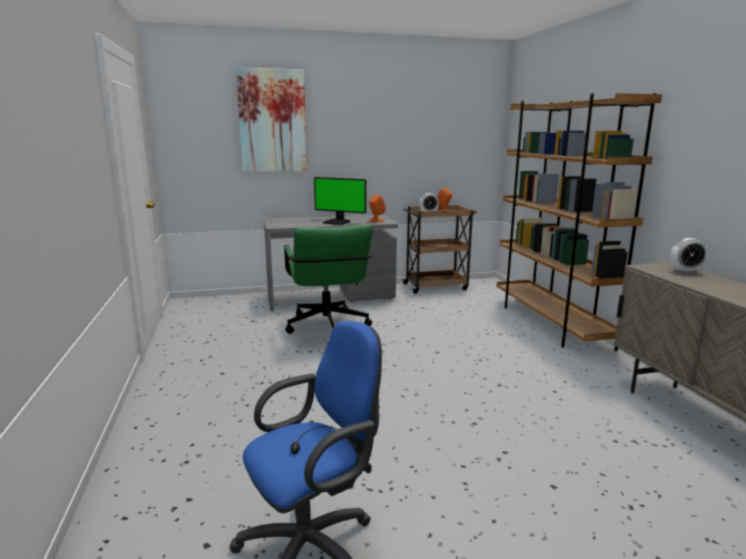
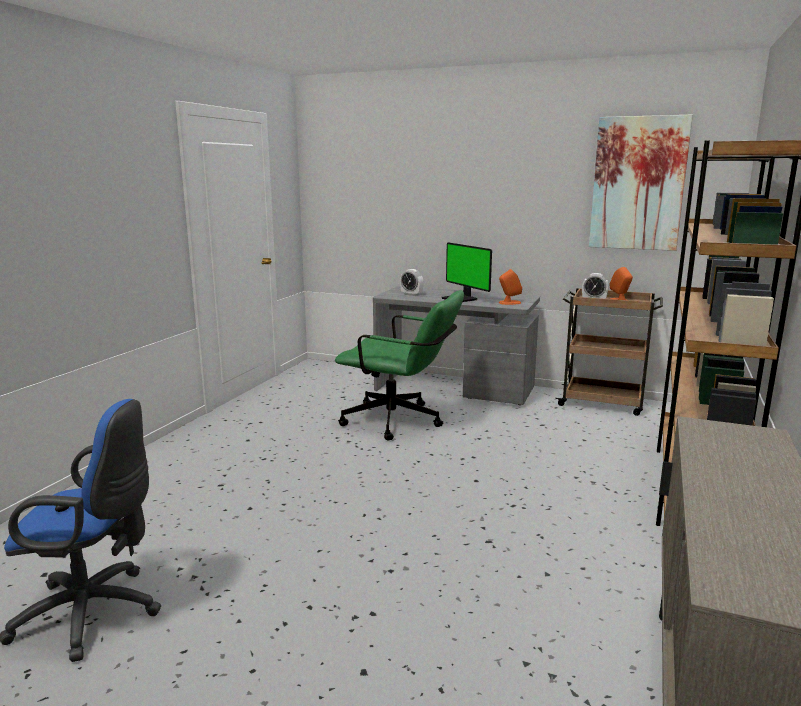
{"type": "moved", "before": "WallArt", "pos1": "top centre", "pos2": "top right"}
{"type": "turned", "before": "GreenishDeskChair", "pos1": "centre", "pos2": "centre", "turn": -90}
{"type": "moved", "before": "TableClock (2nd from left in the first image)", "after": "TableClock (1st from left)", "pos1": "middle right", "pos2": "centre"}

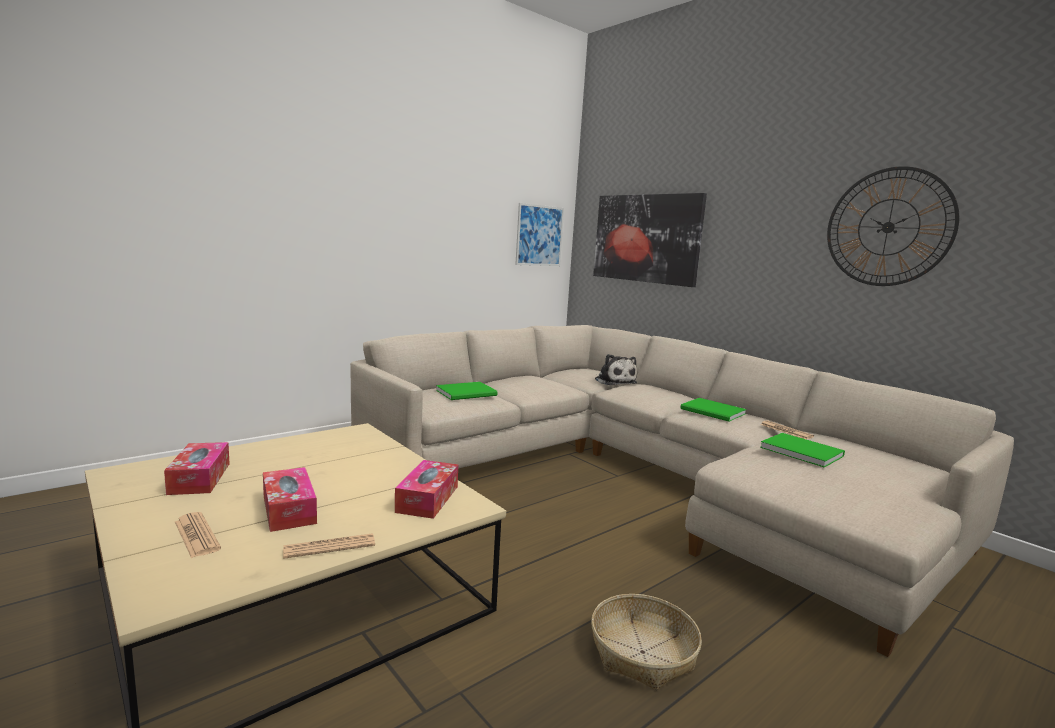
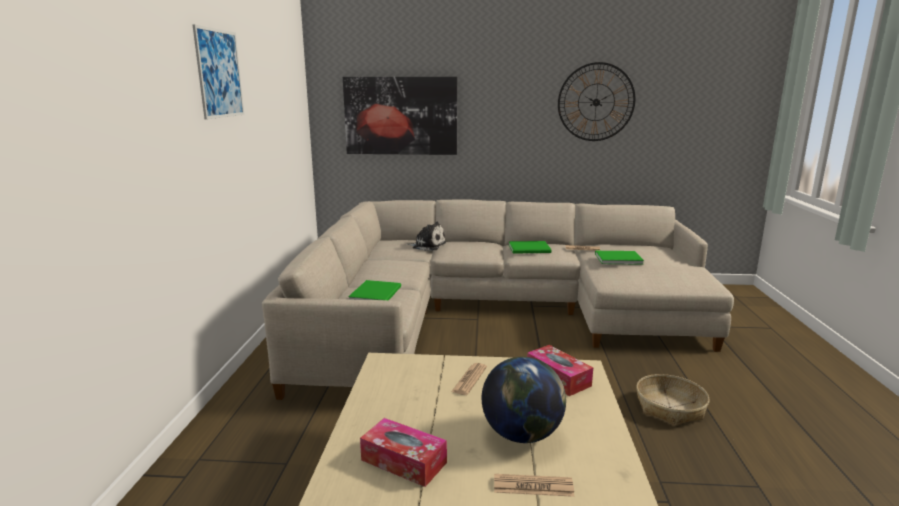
{"type": "replaced", "before": "TissueBox (2nd from left)", "after": "Globe", "pos1": "bottom left", "pos2": "bottom centre"}
{"type": "moved", "before": "Newspaper (2nd from left in the first image)", "after": "Newspaper (1st from left)", "pos1": "bottom left", "pos2": "bottom centre"}
{"type": "moved", "before": "WallArt (1st from left)", "pos1": "top centre", "pos2": "top left"}

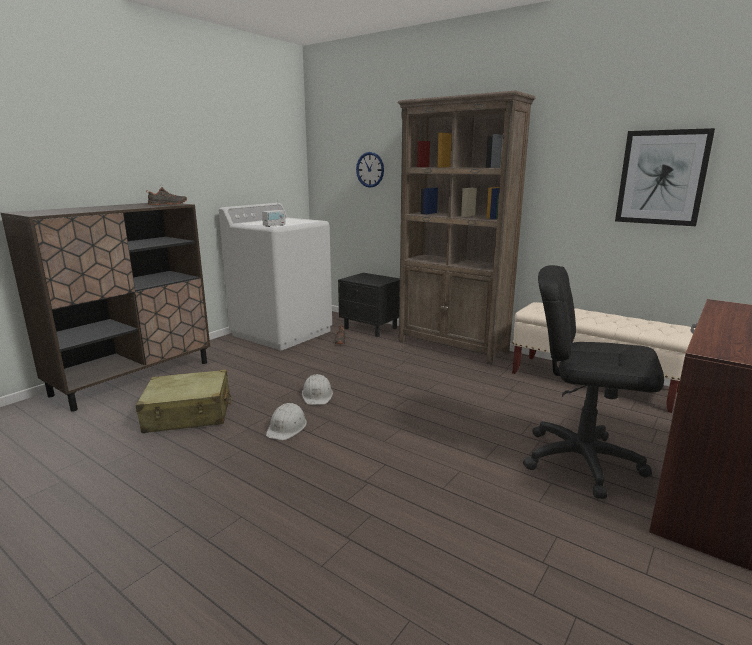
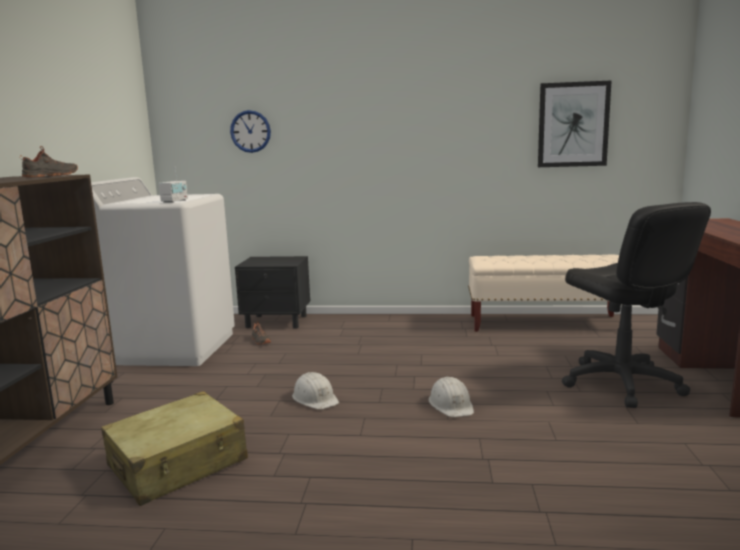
{"type": "moved", "before": "WhiteHardHat (1st from left in the first image)", "after": "WhiteHardHat (2nd from left)", "pos1": "centre", "pos2": "bottom centre"}
{"type": "removed", "before": "BrownShelvingUnit", "pos1": "centre"}
{"type": "turned", "before": "BlackColouredDeskChair", "pos1": "middle right", "pos2": "middle right", "turn": -105}

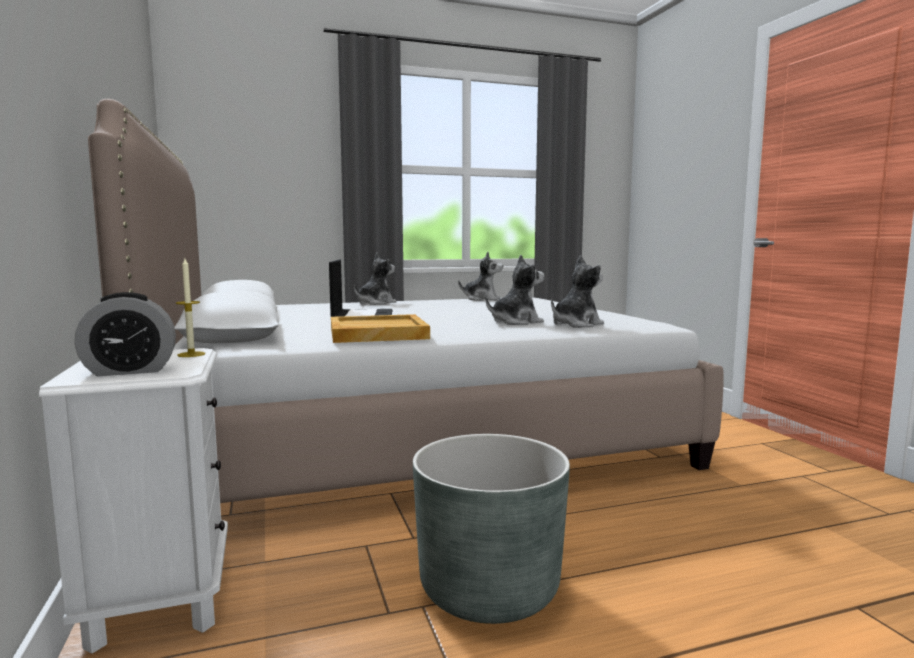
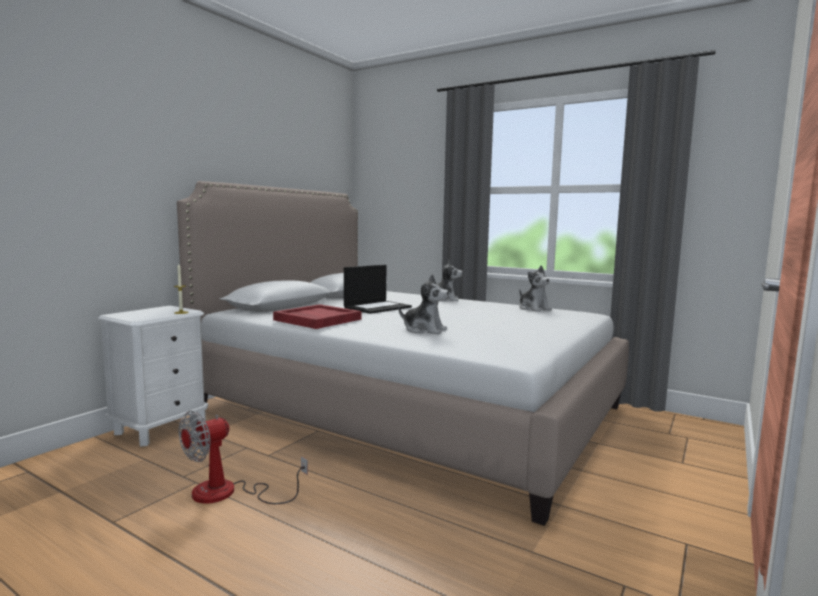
{"type": "removed", "before": "TableClock", "pos1": "middle left"}
{"type": "recoloured", "before": "SandColouredCarryingTray", "after": "RedColouredCarryingTray", "pos1": "centre", "pos2": "centre"}
{"type": "replaced", "before": "GreyPlanter", "after": "ElectricFan", "pos1": "bottom centre", "pos2": "bottom left"}
{"type": "removed", "before": "PlushToy (4th from left)", "pos1": "centre"}

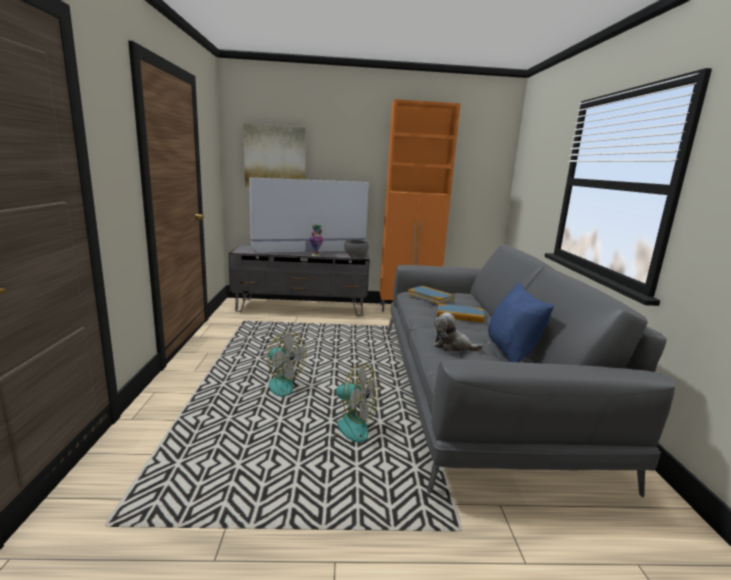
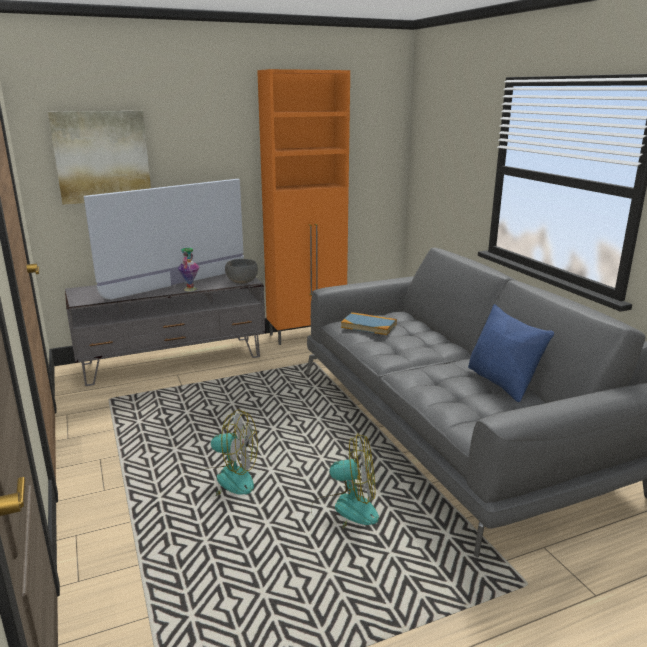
{"type": "removed", "before": "PlushToy", "pos1": "centre"}
{"type": "removed", "before": "Volume (2nd from left)", "pos1": "centre"}

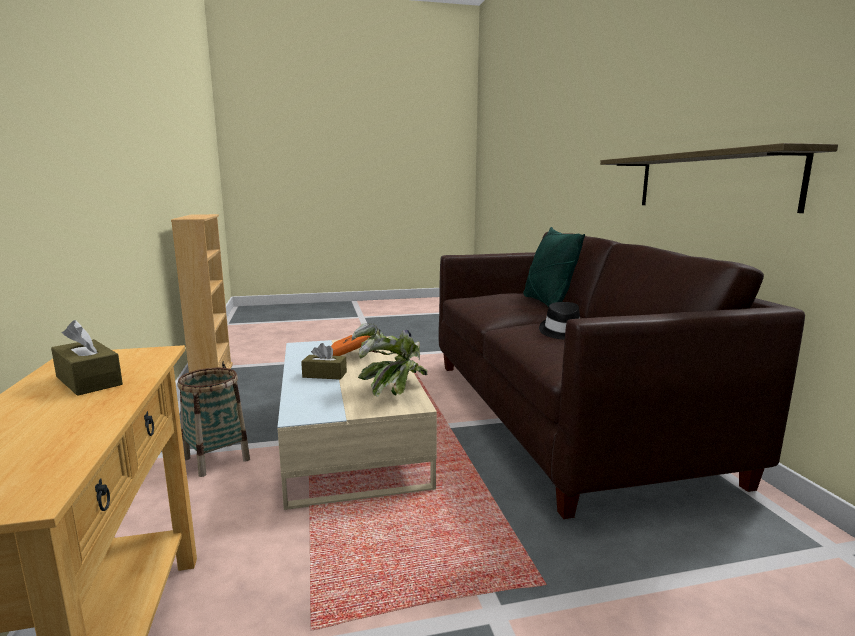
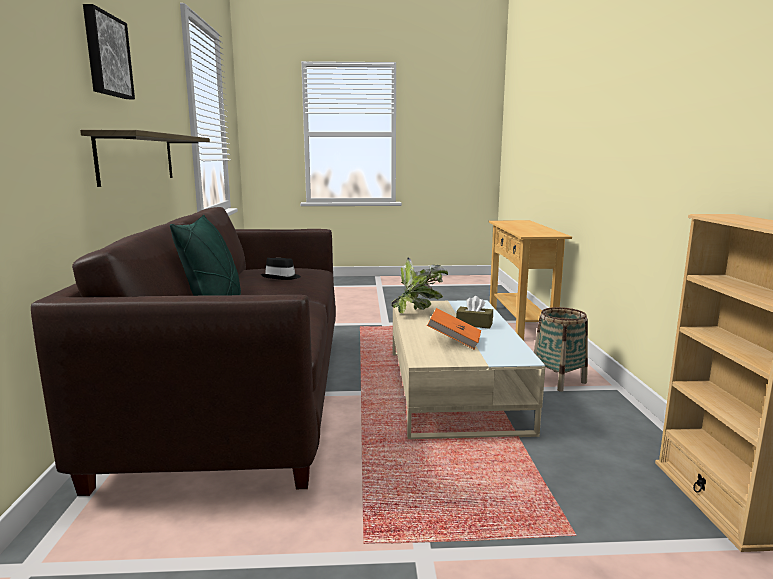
{"type": "removed", "before": "BrownTissueBox (1st from left)", "pos1": "middle left"}
{"type": "added", "after": "WallArt", "pos2": "top left"}

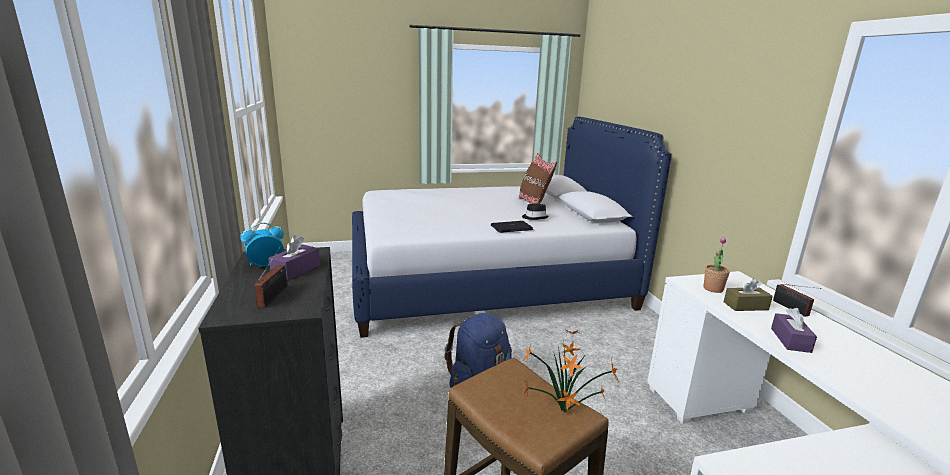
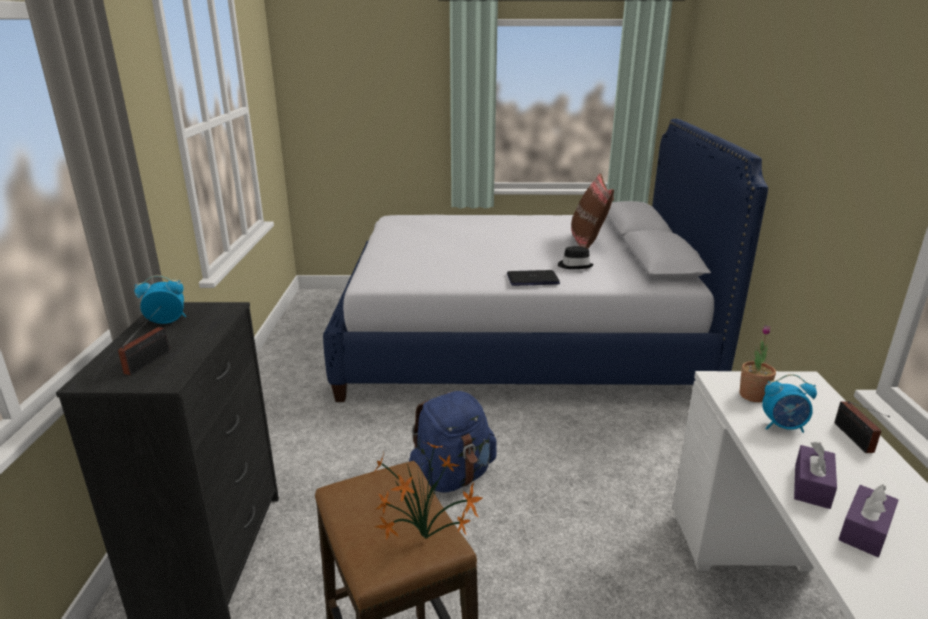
{"type": "moved", "before": "PurpleColouredTissueBox (1st from left in the first image)", "after": "PurpleColouredTissueBox (2nd from left)", "pos1": "middle left", "pos2": "bottom right"}
{"type": "replaced", "before": "BrownTissueBox", "after": "TableClock (2nd from left)", "pos1": "middle right", "pos2": "middle right"}

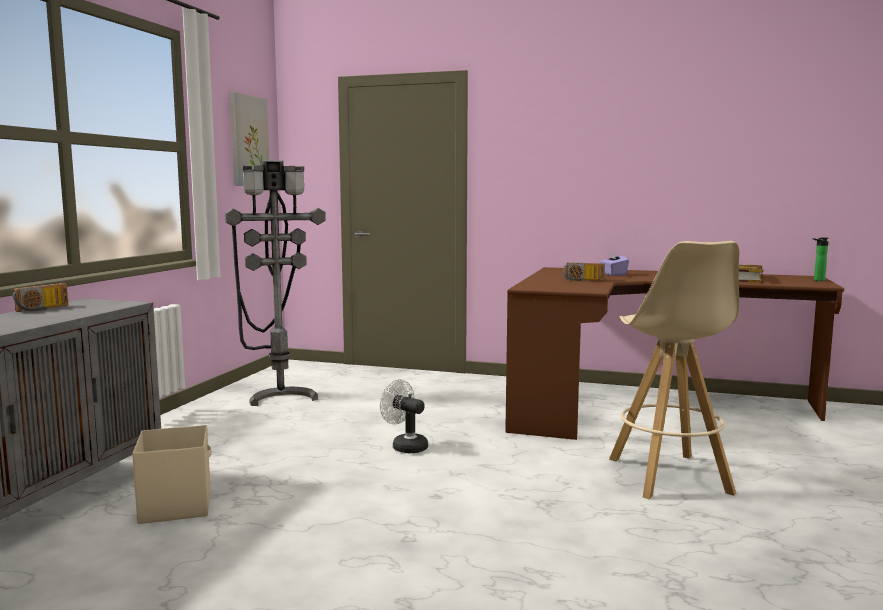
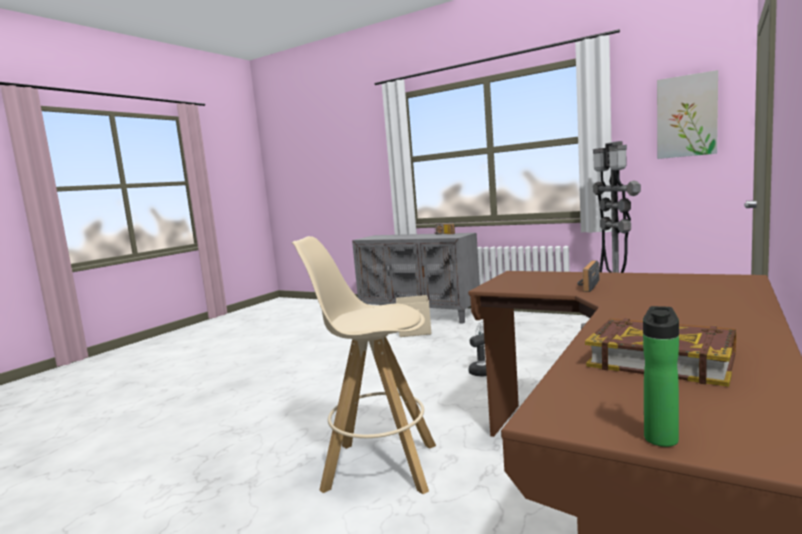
{"type": "removed", "before": "PurpleColouredTissueBox", "pos1": "middle right"}

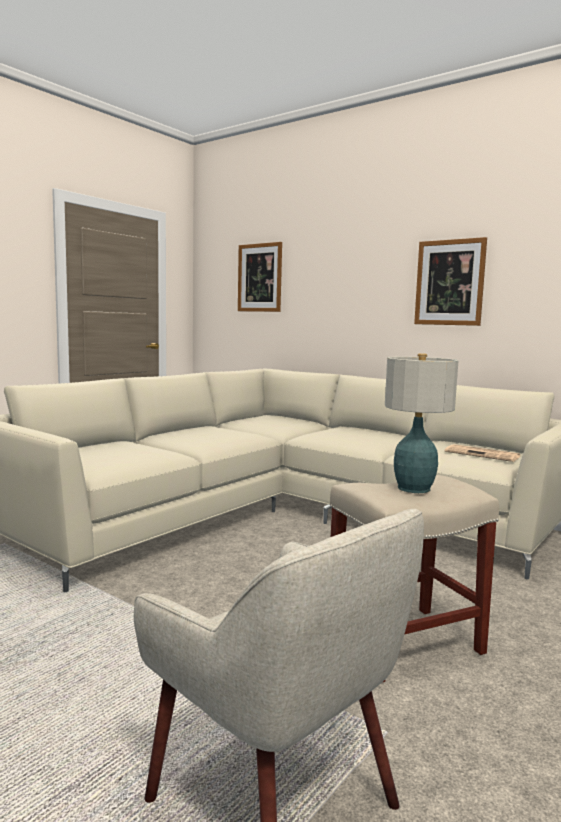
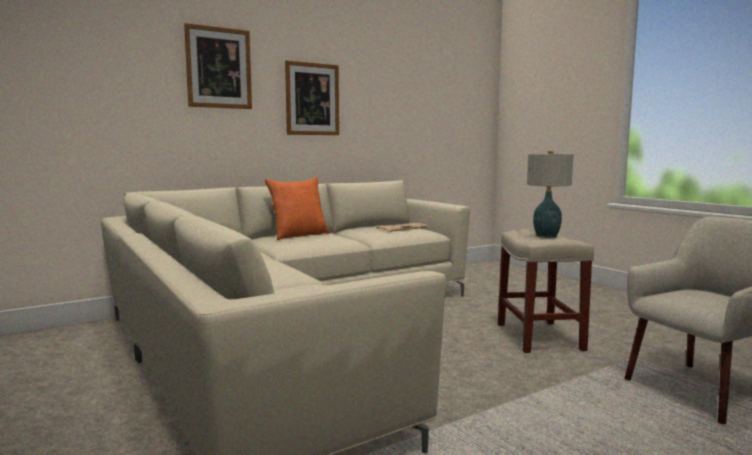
{"type": "moved", "before": "WallArt (1st from left)", "pos1": "centre", "pos2": "top left"}
{"type": "added", "after": "OrangeColouredPillow", "pos2": "centre"}

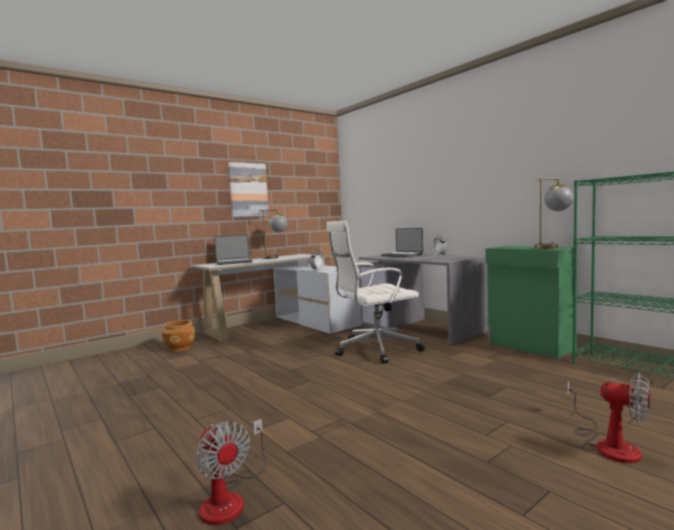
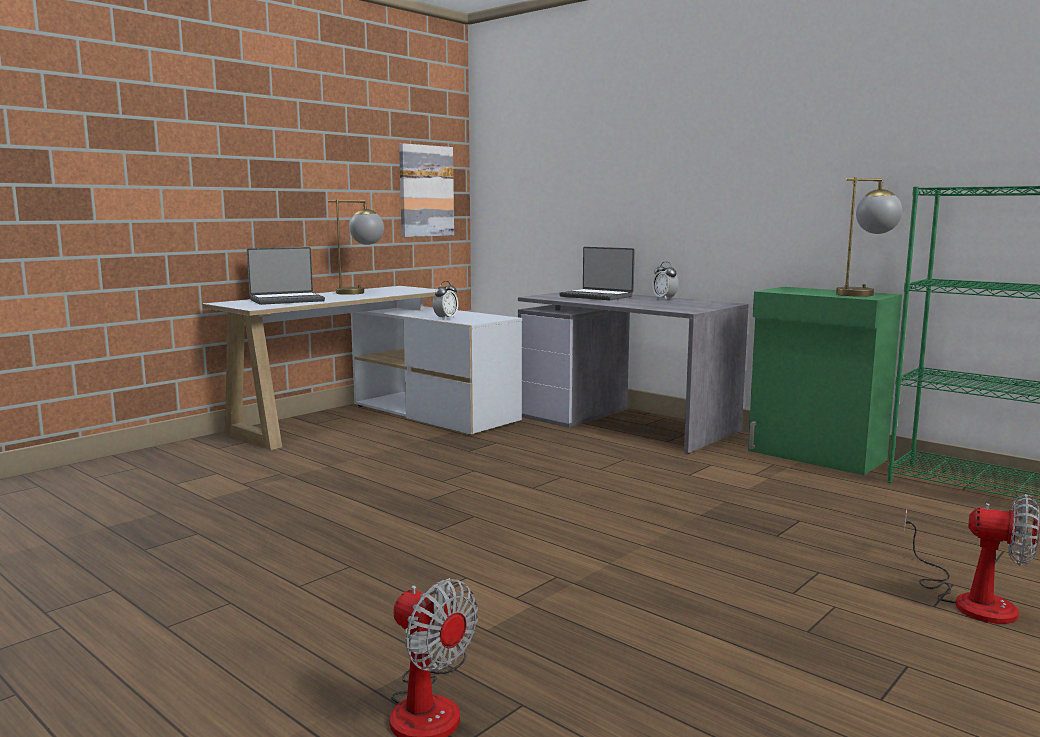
{"type": "removed", "before": "BrownPlanter", "pos1": "middle left"}
{"type": "moved", "before": "WallArt", "pos1": "centre", "pos2": "top centre"}
{"type": "removed", "before": "WhiteDeskChair", "pos1": "centre"}

